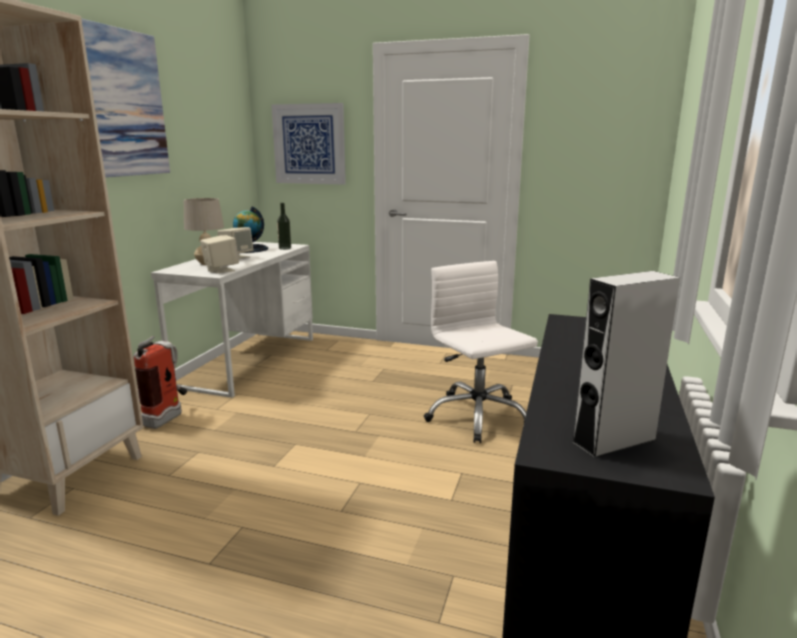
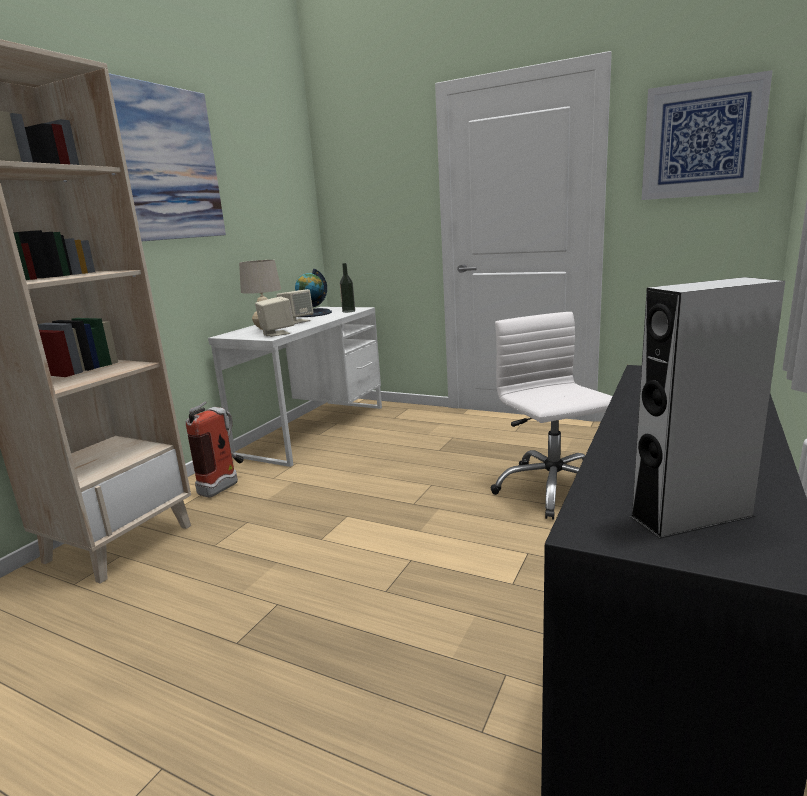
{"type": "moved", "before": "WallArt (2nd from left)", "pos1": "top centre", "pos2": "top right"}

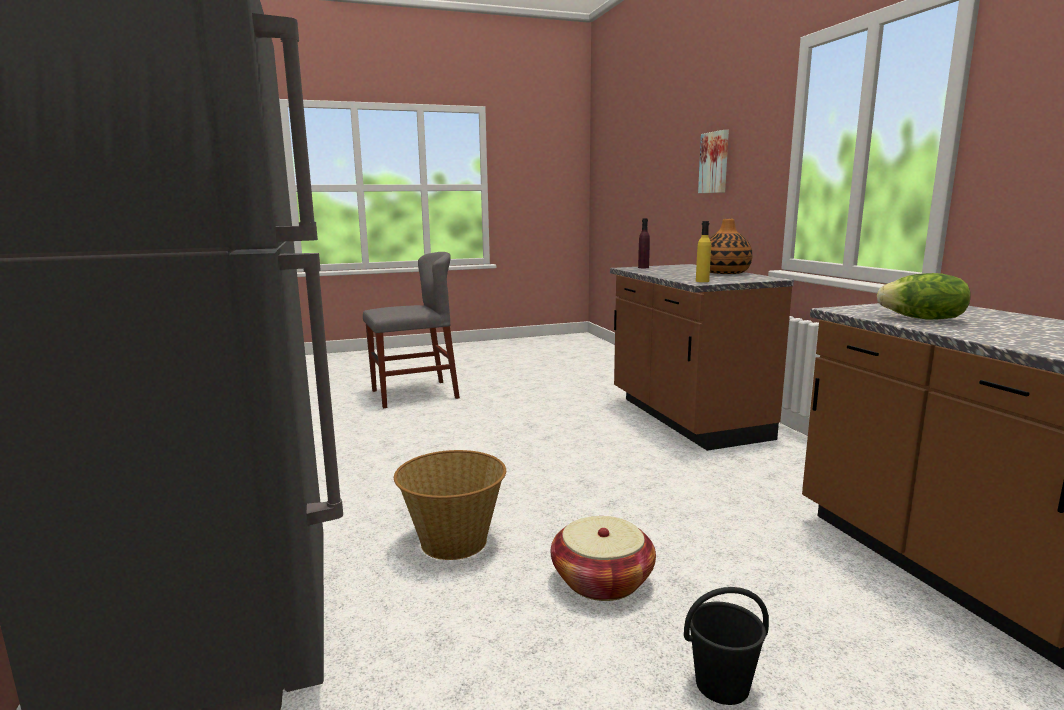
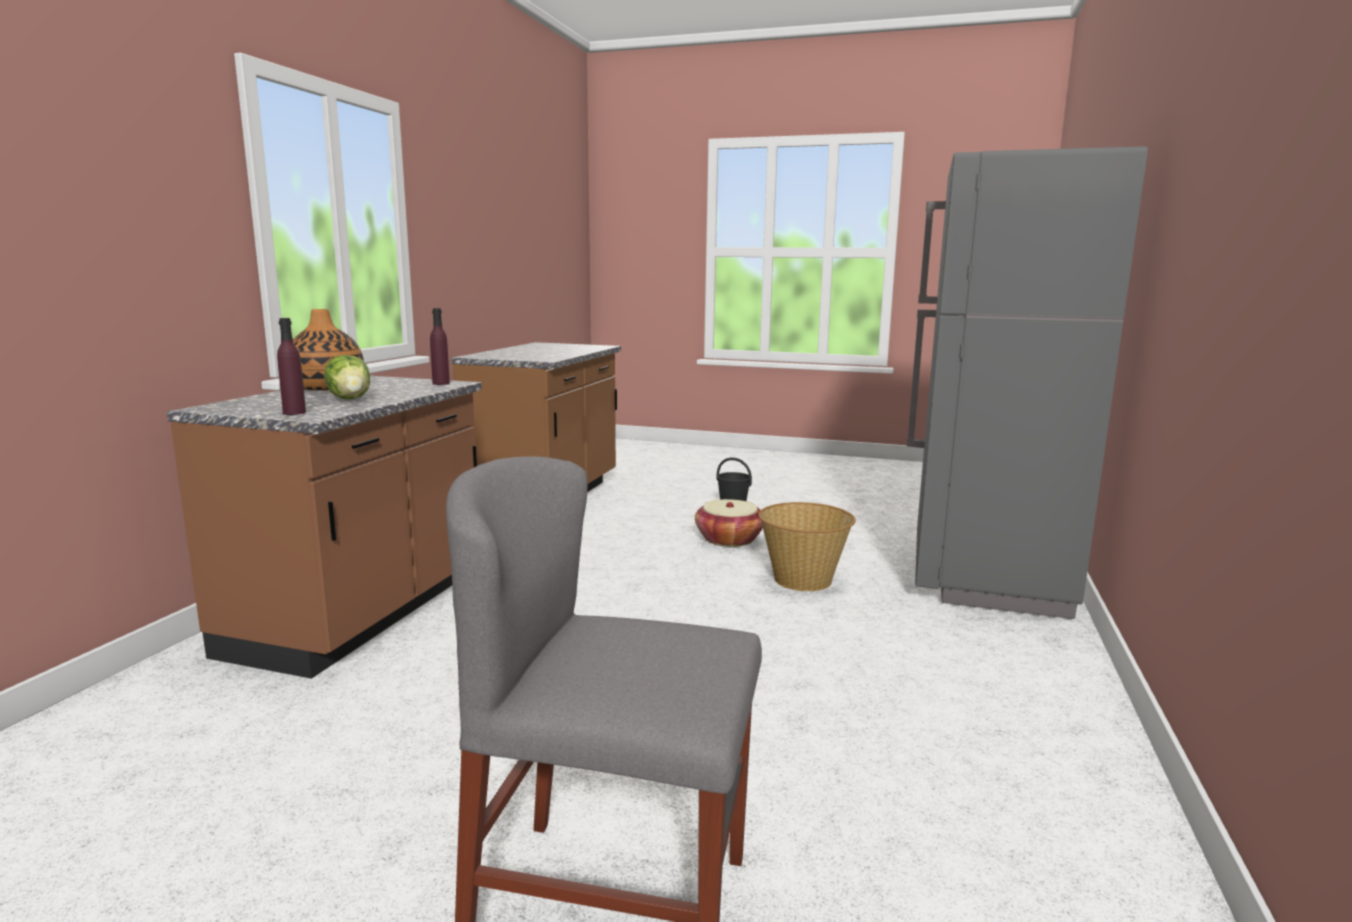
{"type": "recoloured", "before": "YellowDrinkBottle", "after": "PurpleColouredDrinkBottle (2nd from left)", "pos1": "centre", "pos2": "middle left"}
{"type": "removed", "before": "WallArt", "pos1": "top right"}
{"type": "moved", "before": "LettuceHead", "pos1": "middle right", "pos2": "middle left"}

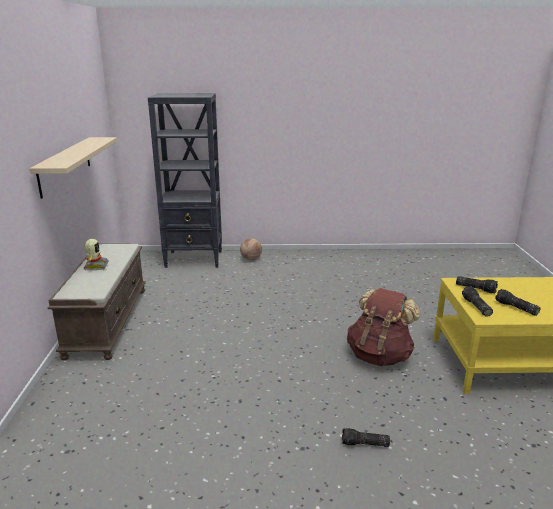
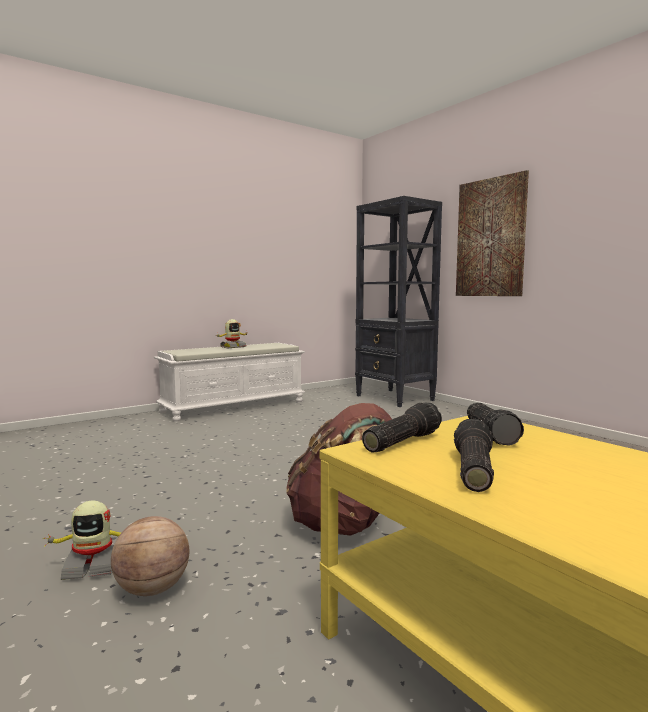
{"type": "removed", "before": "SandColouredBracketShelf", "pos1": "top left"}
{"type": "recoloured", "before": "BrownIndoorBench", "after": "WhiteIndoorBench", "pos1": "middle left", "pos2": "centre"}
{"type": "moved", "before": "BasketballBall", "pos1": "centre", "pos2": "bottom left"}
{"type": "replaced", "before": "Flashlight (1st from left)", "after": "ModelRobot (1st from left)", "pos1": "bottom centre", "pos2": "bottom left"}
{"type": "added", "after": "WallArt", "pos2": "top right"}

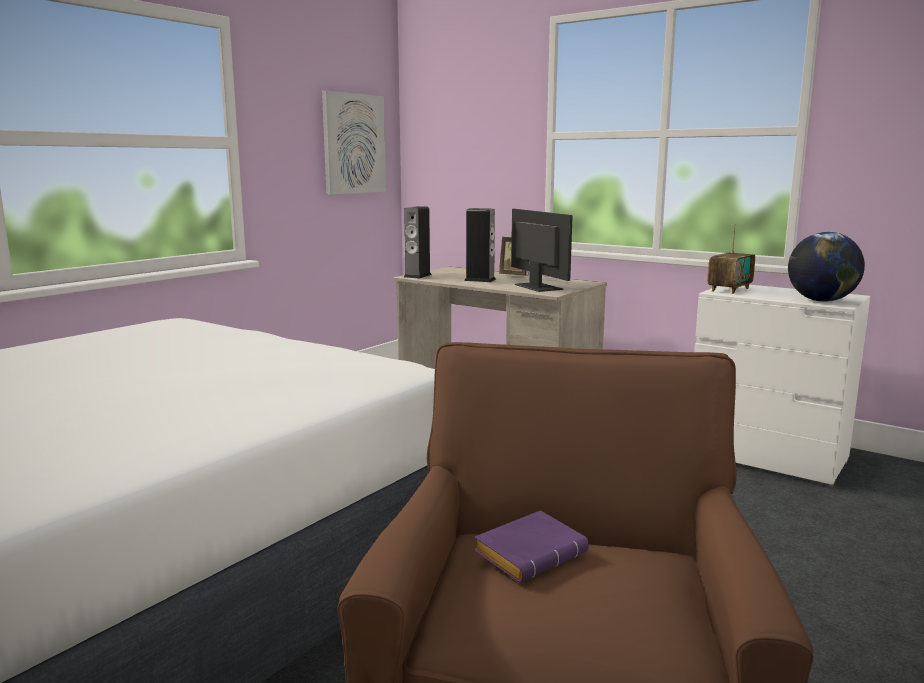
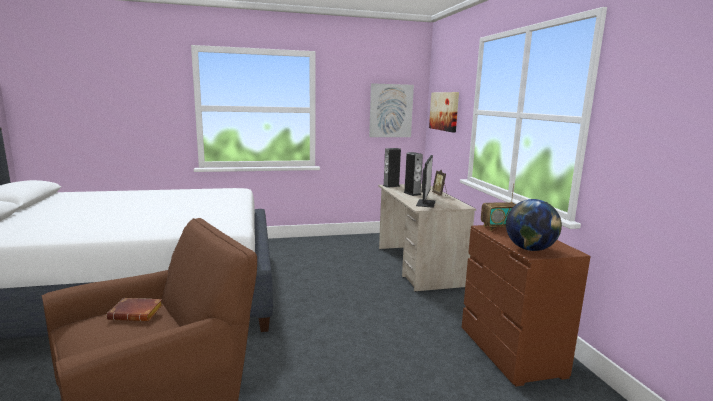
{"type": "recoloured", "before": "PurpleColouredVolume", "after": "BrownVolume", "pos1": "bottom centre", "pos2": "bottom left"}
{"type": "recoloured", "before": "WhiteDrawerChest", "after": "BrownDrawerChest", "pos1": "middle right", "pos2": "bottom right"}
{"type": "added", "after": "WallArt (2nd from left)", "pos2": "top centre"}

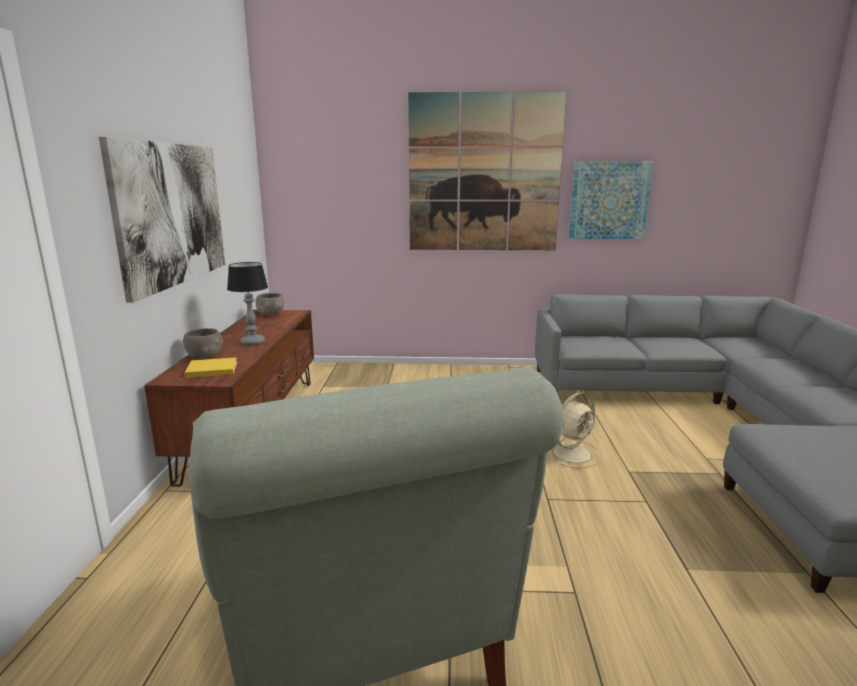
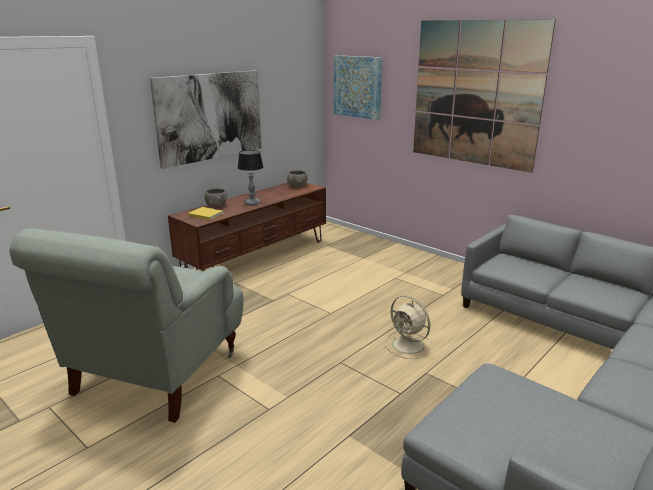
{"type": "turned", "before": "SandColouredElectricFan", "pos1": "middle right", "pos2": "bottom centre", "turn": 45}
{"type": "moved", "before": "WallArt (3rd from left in the first image)", "after": "WallArt (2nd from left)", "pos1": "top right", "pos2": "top centre"}

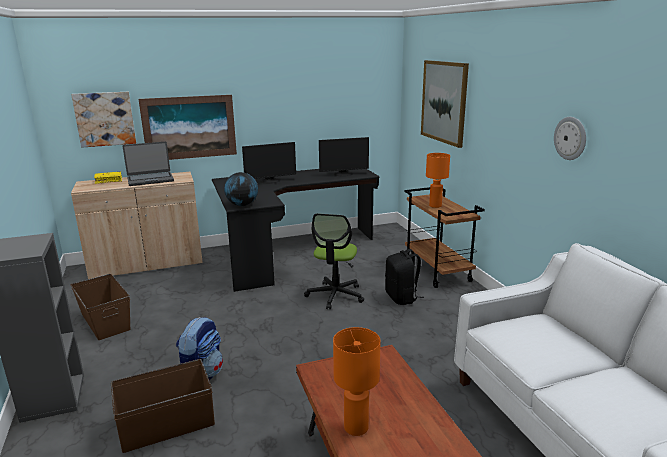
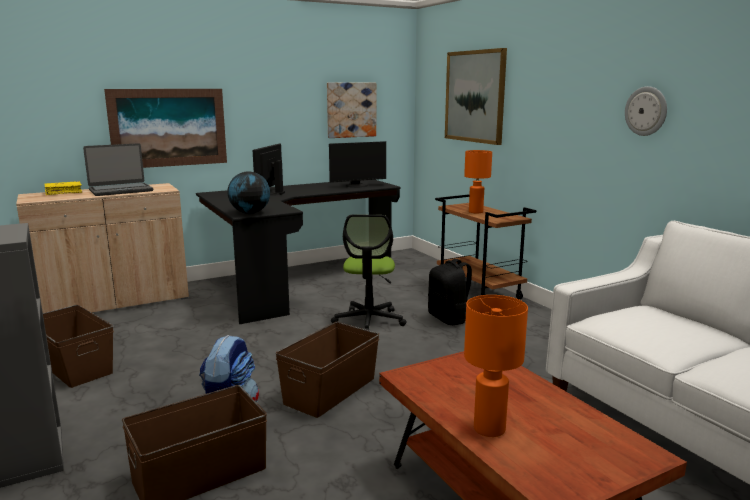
{"type": "moved", "before": "WallArt (1st from left in the first image)", "after": "WallArt (2nd from left)", "pos1": "top left", "pos2": "top centre"}
{"type": "turned", "before": "ComputerDisplay (1st from left)", "pos1": "centre", "pos2": "centre", "turn": 135}
{"type": "added", "after": "BrownStorageBin (3rd from left)", "pos2": "bottom centre"}

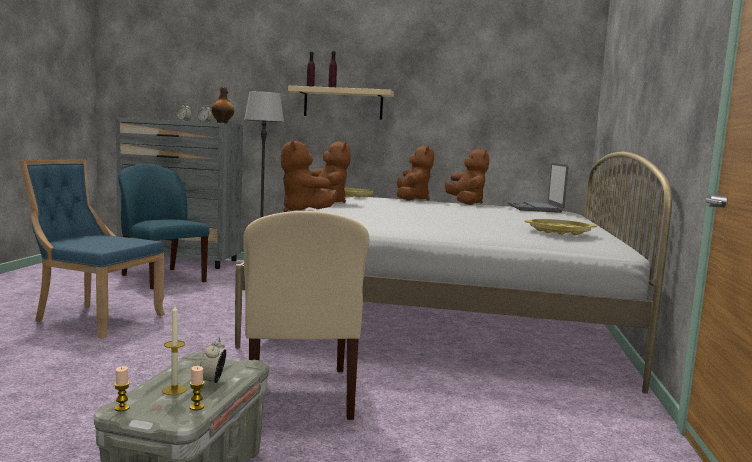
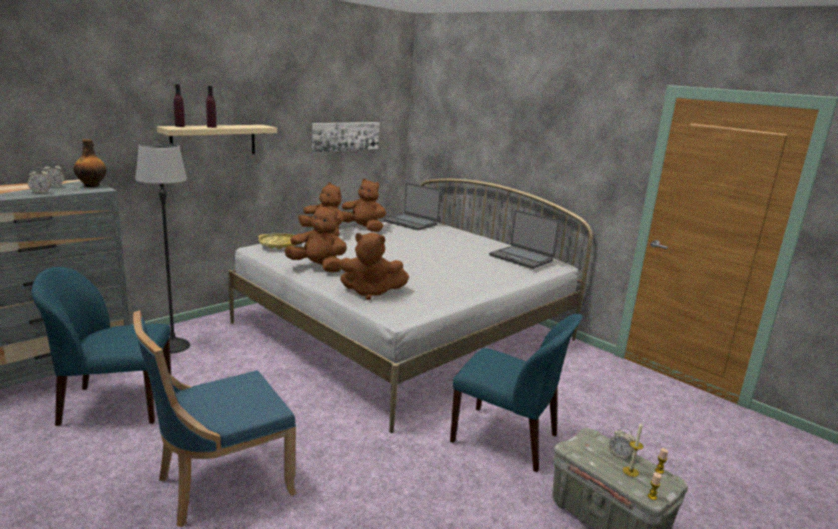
{"type": "recoloured", "before": "SandColouredPlainChair", "after": "BlueColouredPlainChair (3rd from left)", "pos1": "bottom centre", "pos2": "bottom centre"}
{"type": "replaced", "before": "YellowCarryingTray (2nd from left)", "after": "NotebookComputer (2nd from left)", "pos1": "middle right", "pos2": "centre"}
{"type": "added", "after": "WallArt", "pos2": "top centre"}

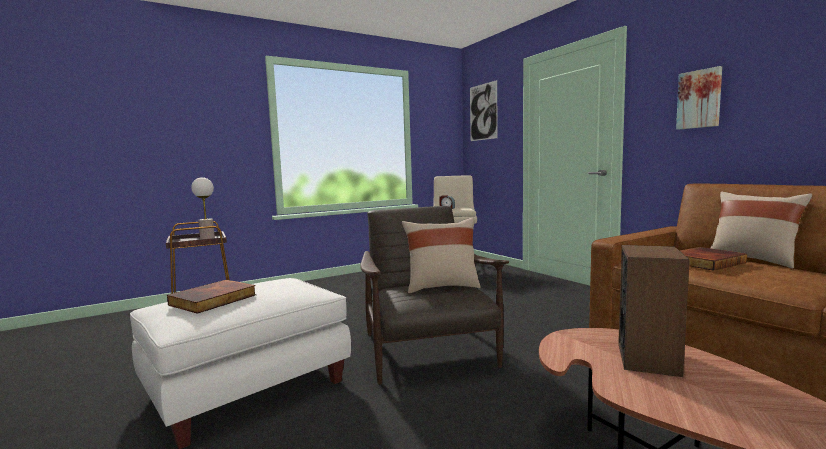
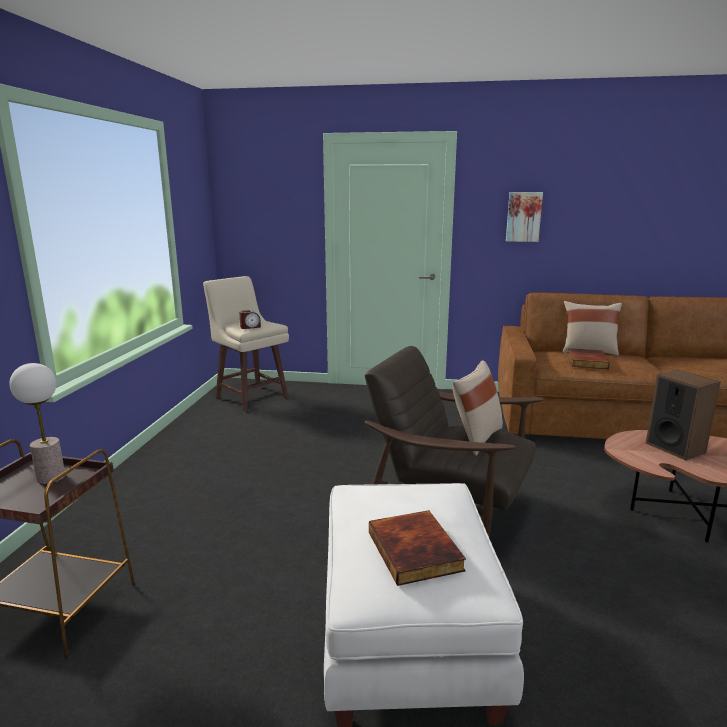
{"type": "removed", "before": "WallArt (1st from left)", "pos1": "top centre"}

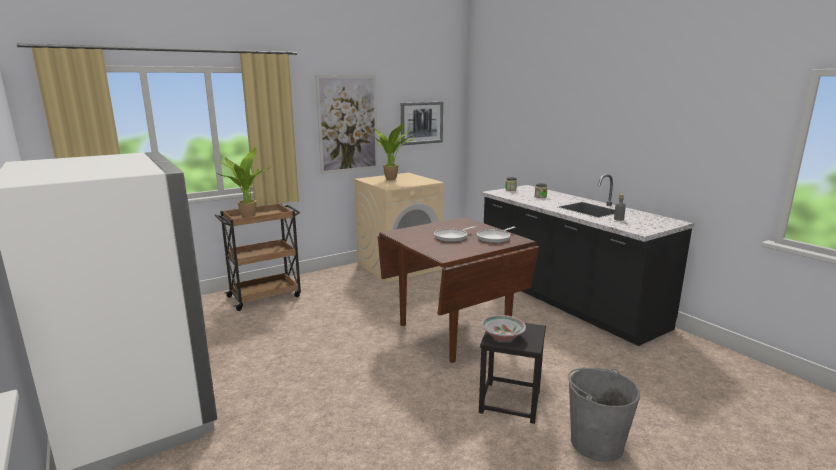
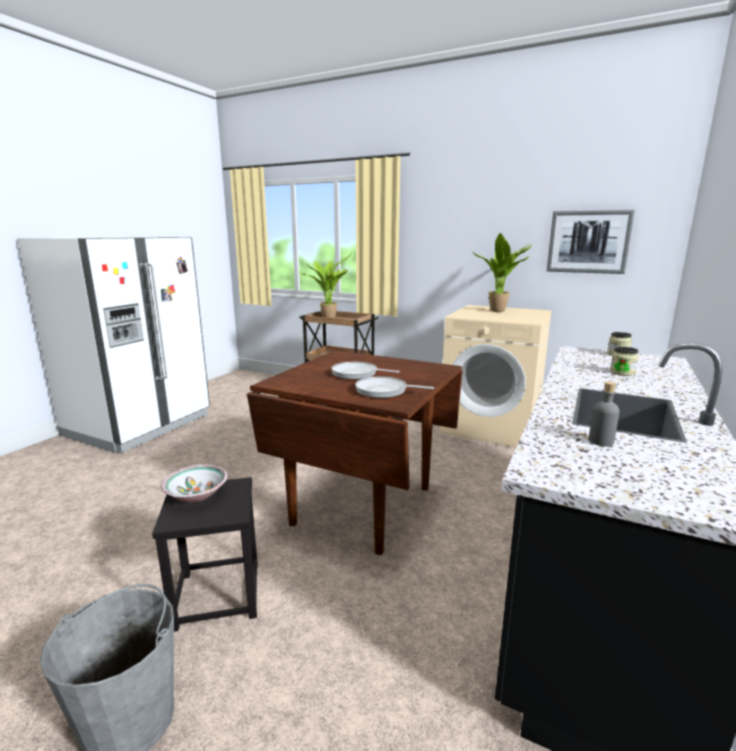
{"type": "removed", "before": "WallArt (1st from left)", "pos1": "top centre"}

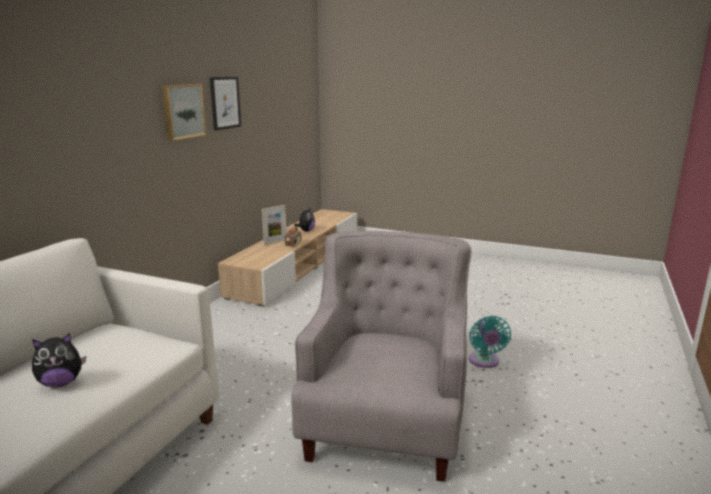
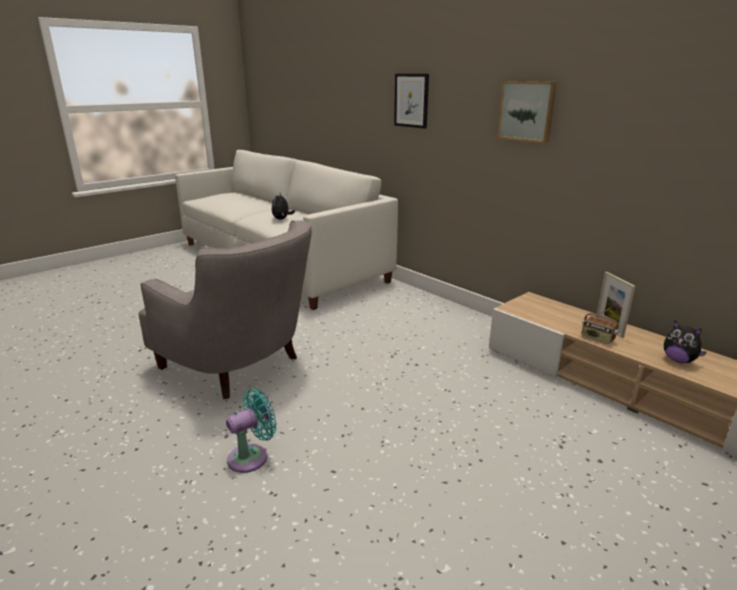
{"type": "moved", "before": "WallArt (2nd from left in the first image)", "after": "WallArt (1st from left)", "pos1": "top left", "pos2": "top centre"}
{"type": "turned", "before": "TurquoiseElectricFan", "pos1": "bottom right", "pos2": "bottom centre", "turn": 120}

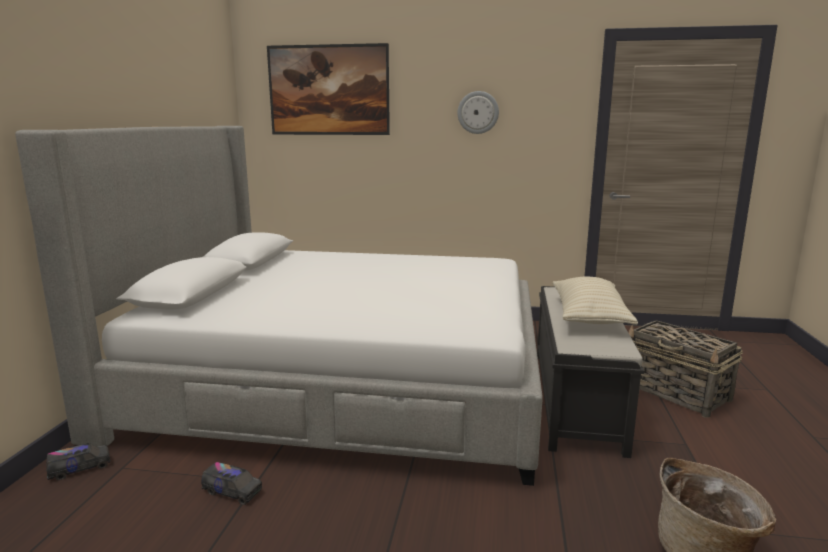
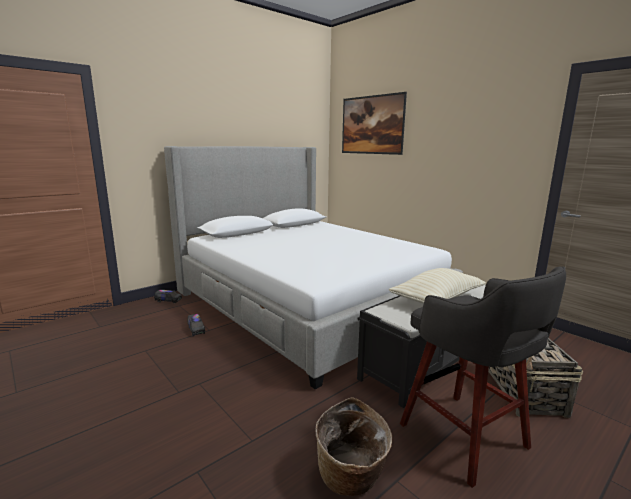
{"type": "removed", "before": "HangingClock", "pos1": "top centre"}
{"type": "added", "after": "GreyStoolSeat", "pos2": "bottom right"}

